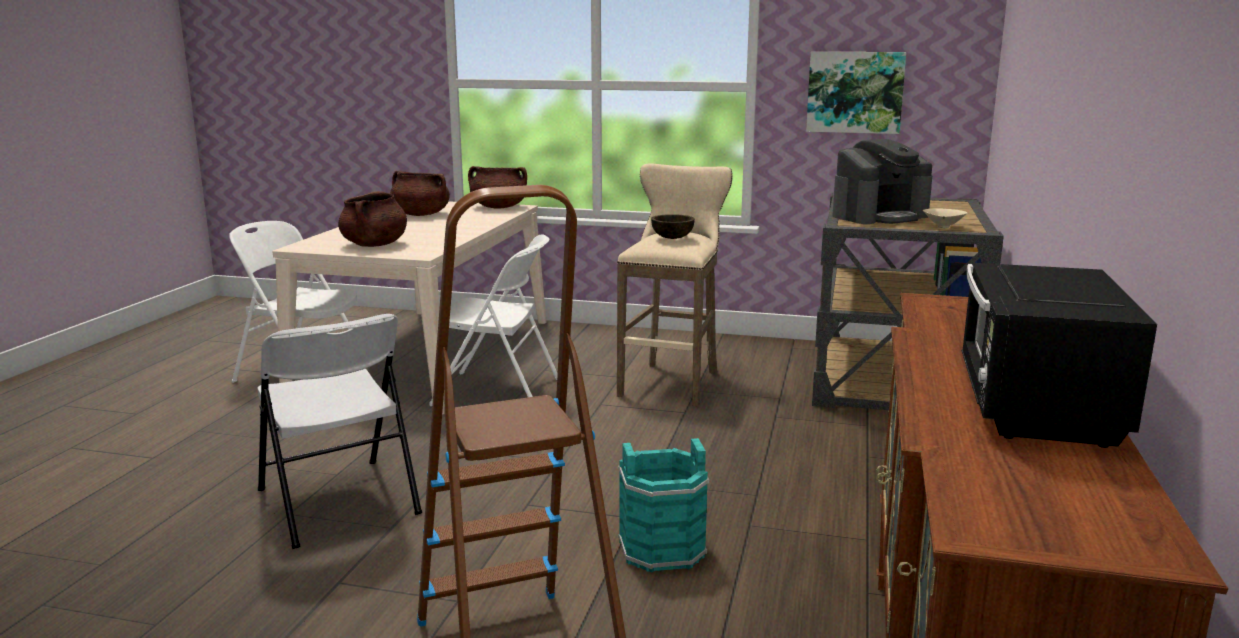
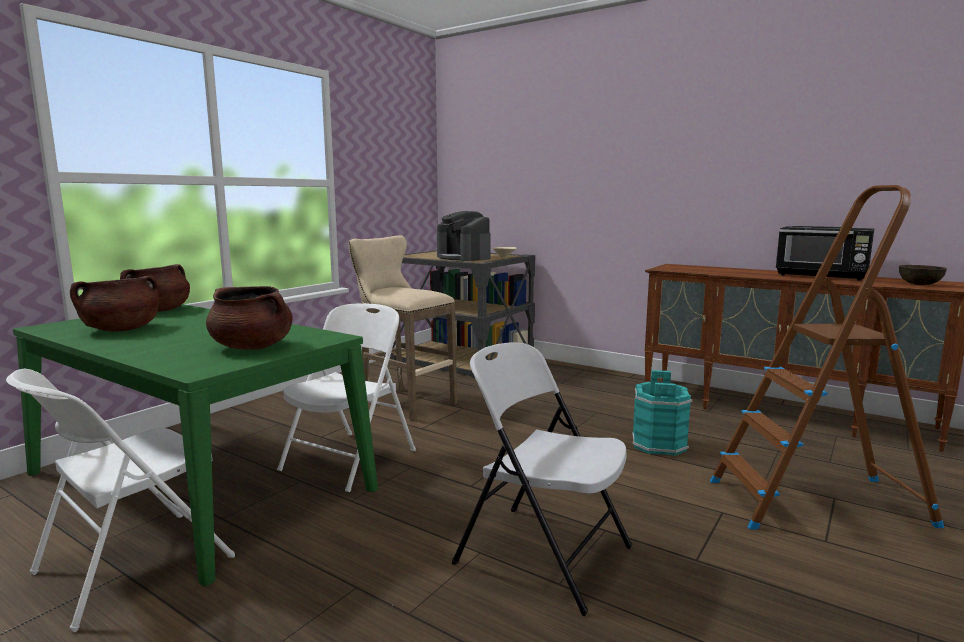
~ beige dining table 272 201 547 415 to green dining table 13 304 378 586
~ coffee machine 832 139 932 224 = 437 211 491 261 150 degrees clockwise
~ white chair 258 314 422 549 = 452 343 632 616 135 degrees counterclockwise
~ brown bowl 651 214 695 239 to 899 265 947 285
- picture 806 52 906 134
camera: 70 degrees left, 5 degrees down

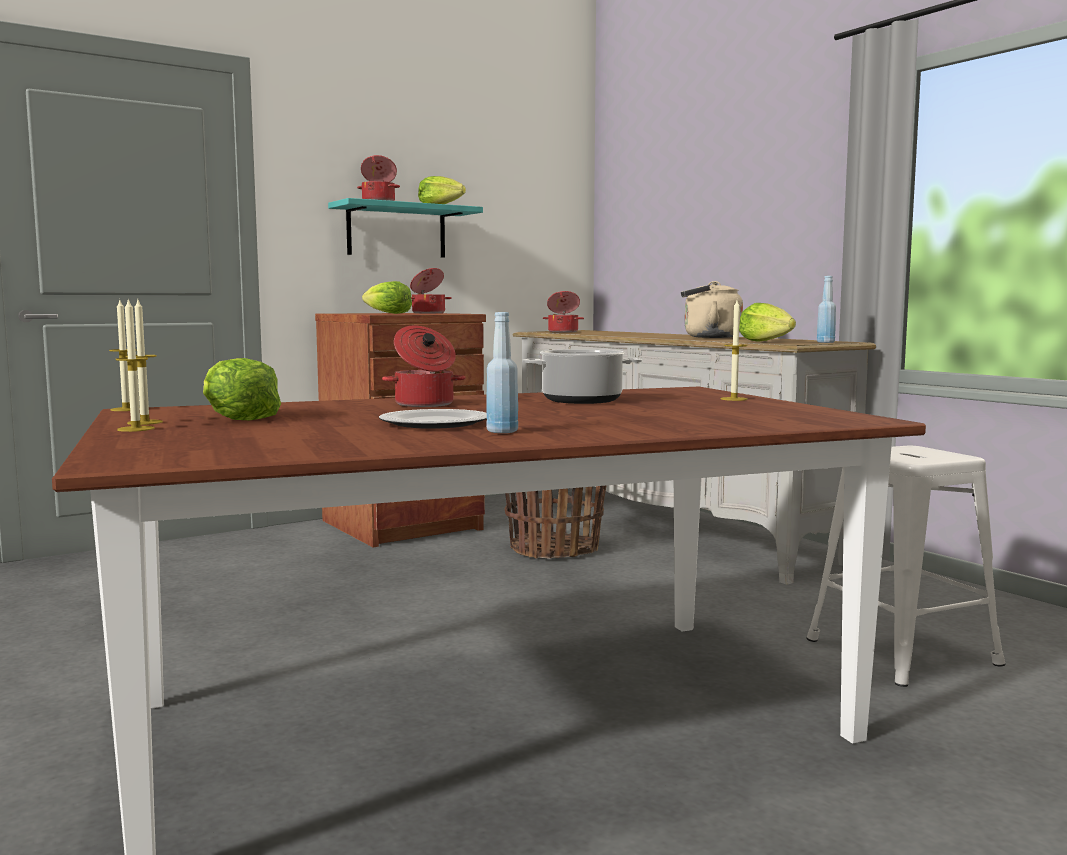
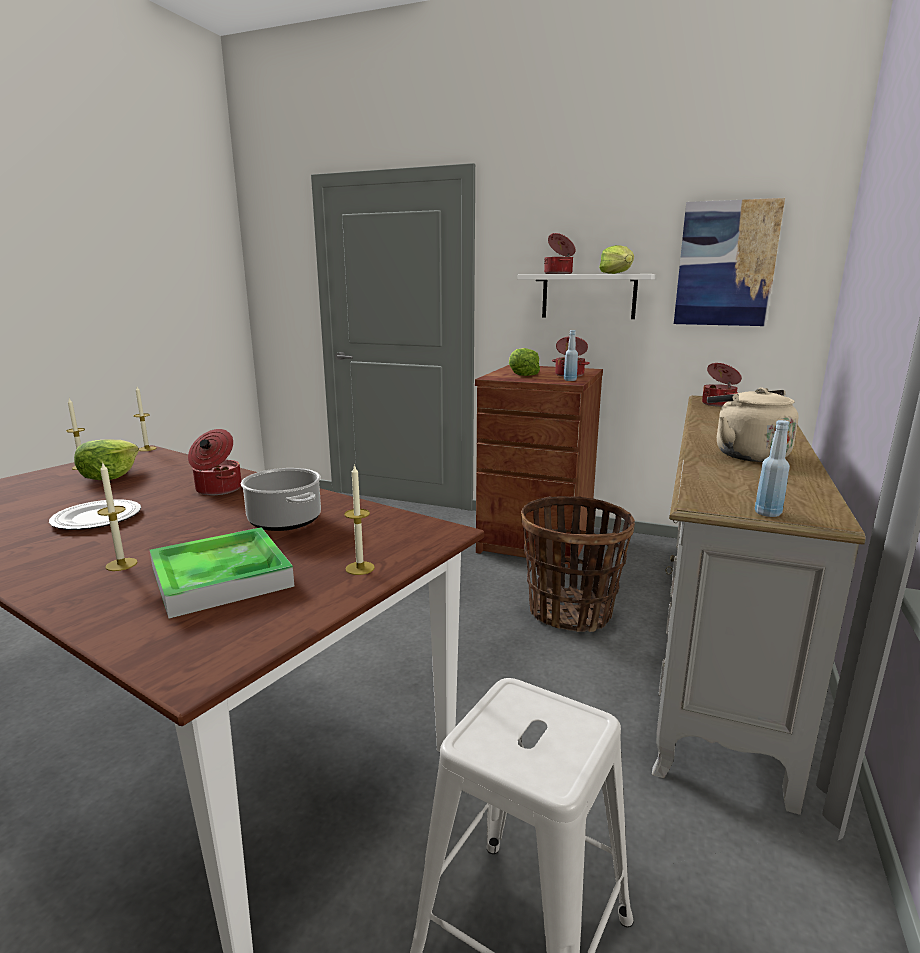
~ candle 116 298 155 432 to 97 462 138 571
+ tray 150 527 295 618
~ turquoise shelf 328 198 483 258 to white shelf 518 274 656 319
~ blue bottle 486 312 518 433 to 564 330 578 381
+ picture 674 198 785 326
- lettuce 739 303 796 342
camera: 55 degrees right, 10 degrees up

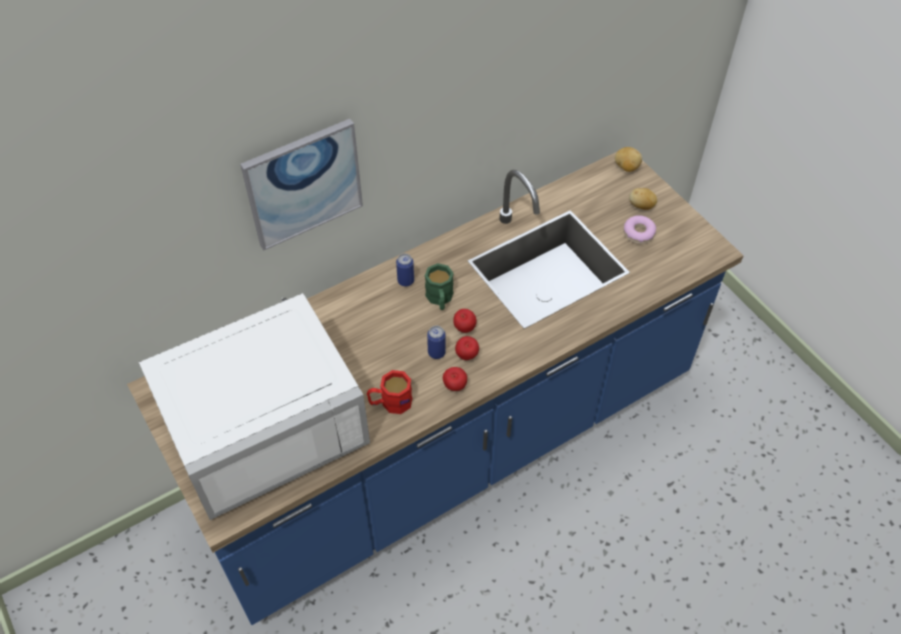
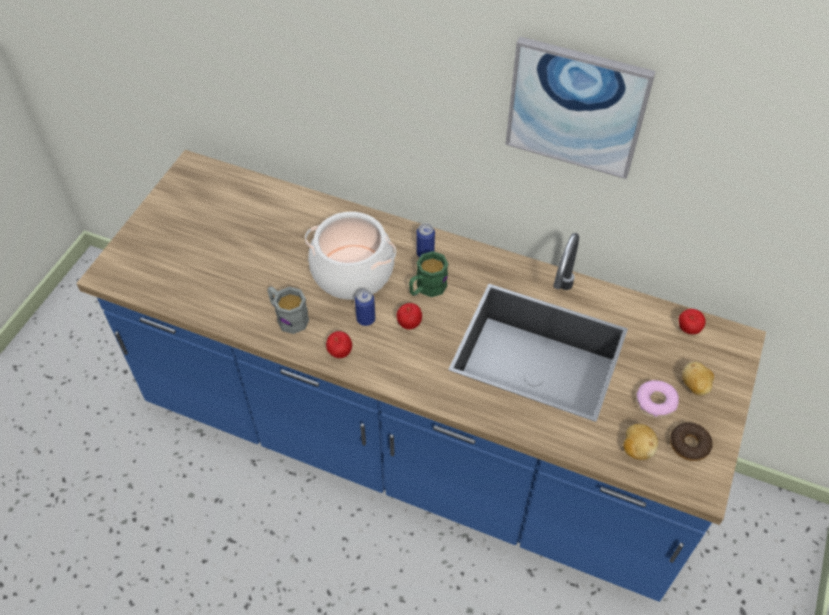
~ red mug 367 370 412 414 to grey mug 268 286 309 334
+ cooking pot 305 212 396 299
~ picture 240 119 363 250 to 505 37 656 179
~ potato 615 147 642 172 to 623 424 658 460
+ donut 670 422 713 461
~ apple 455 336 479 360 to 679 309 706 334
- white microwave 139 293 370 520
camera: 55 degrees right, 0 degrees up

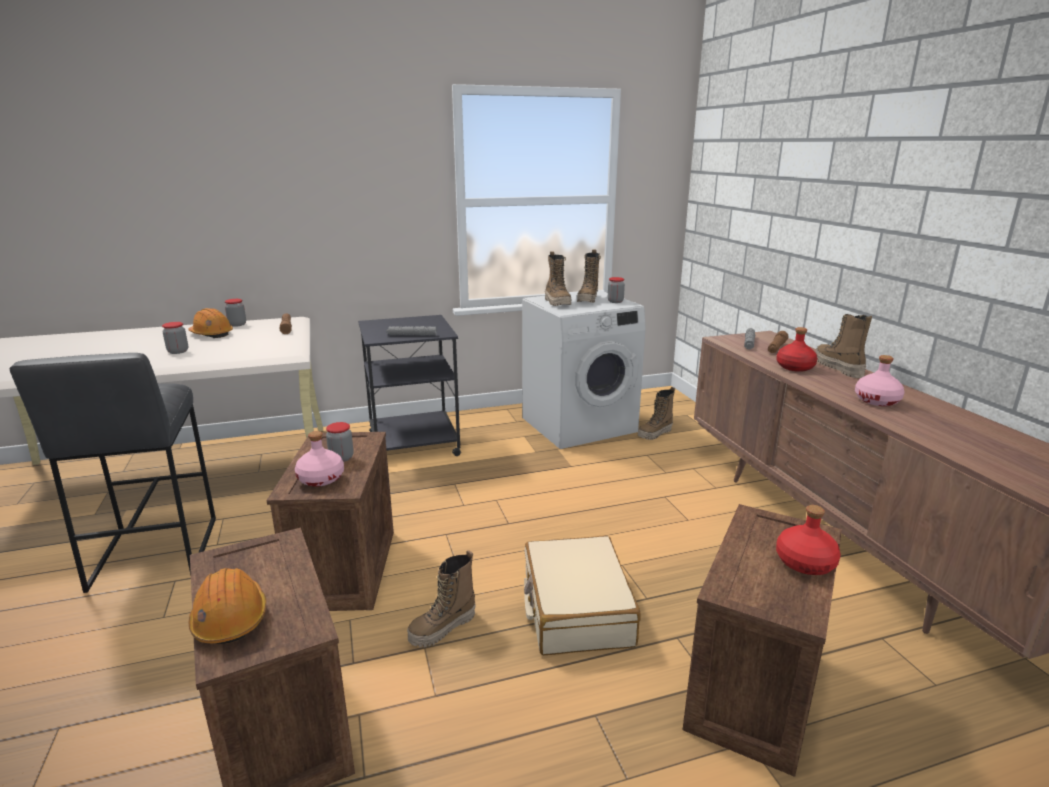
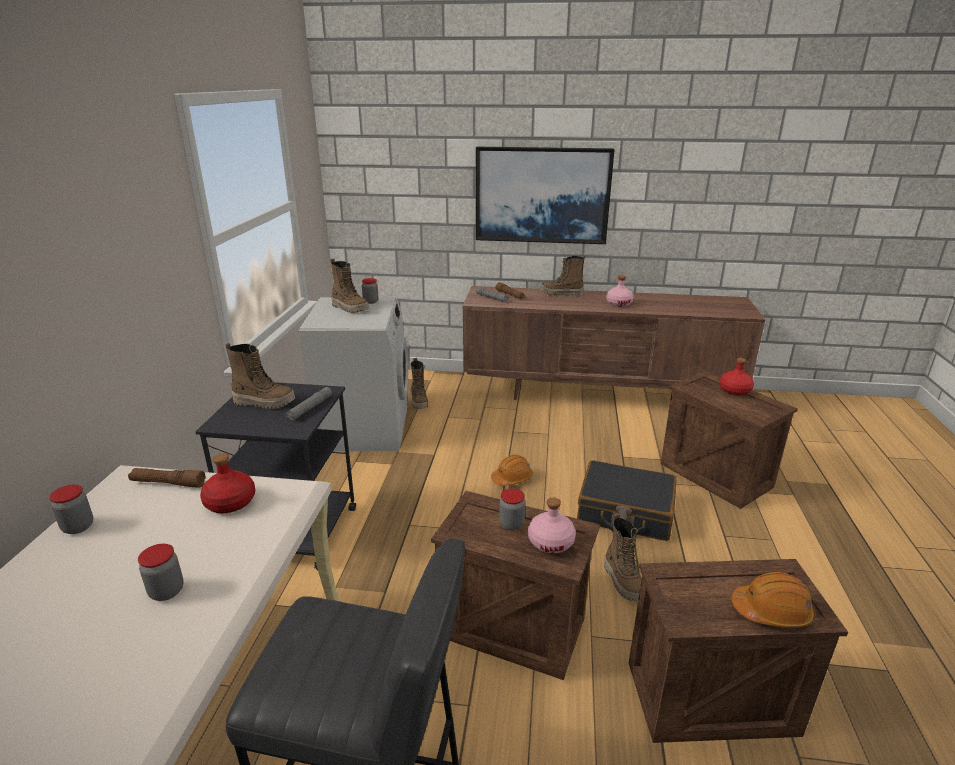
~ red bottle 776 327 817 372 to 200 453 255 513
~ boot 545 251 572 306 to 225 343 295 409
+ picture 476 147 615 244
~ orange hard hat 188 308 233 338 to 491 455 533 486
~ beige suitcase 524 536 641 655 to black suitcase 577 460 677 541
camera: 65 degrees left, 5 degrees up

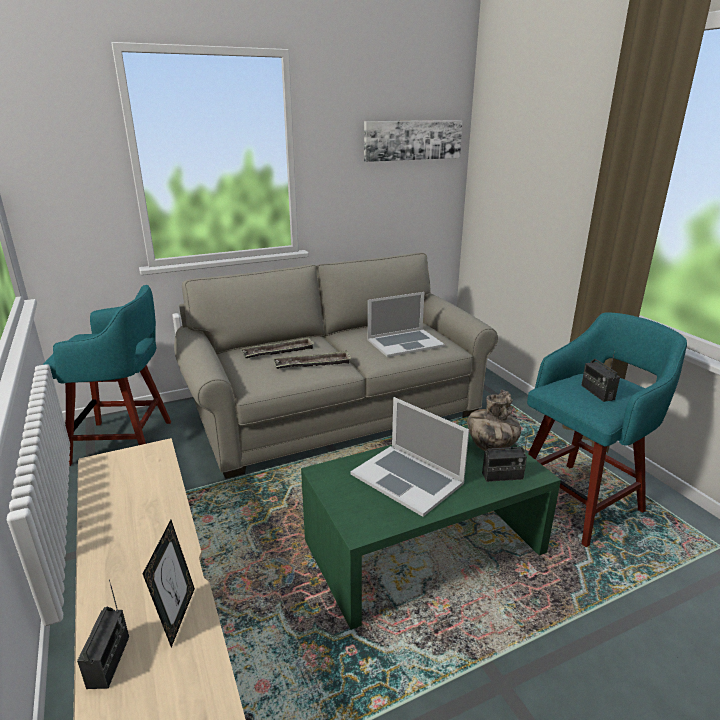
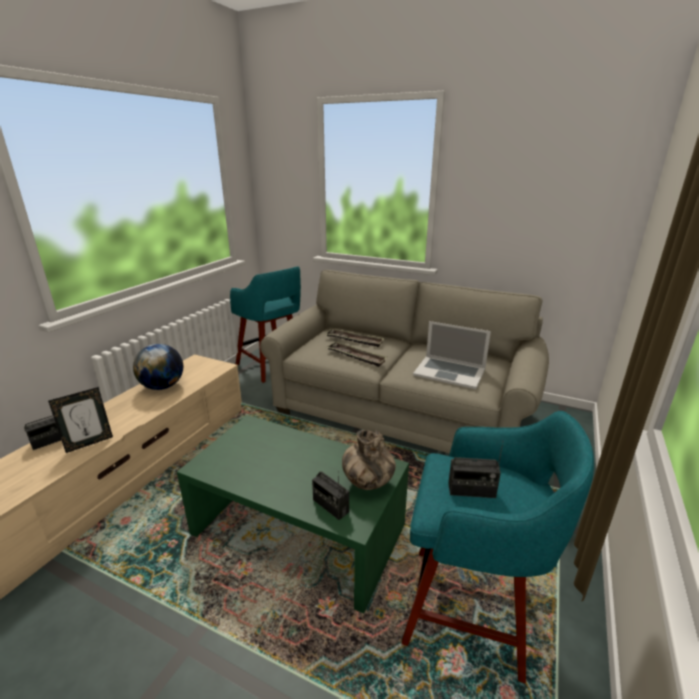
+ globe 133 344 183 390
~ radio 581 350 620 402 = 448 441 503 498 120 degrees counterclockwise
- laptop 351 397 469 517
- picture 364 120 463 162
camera: 50 degrees right, 0 degrees up

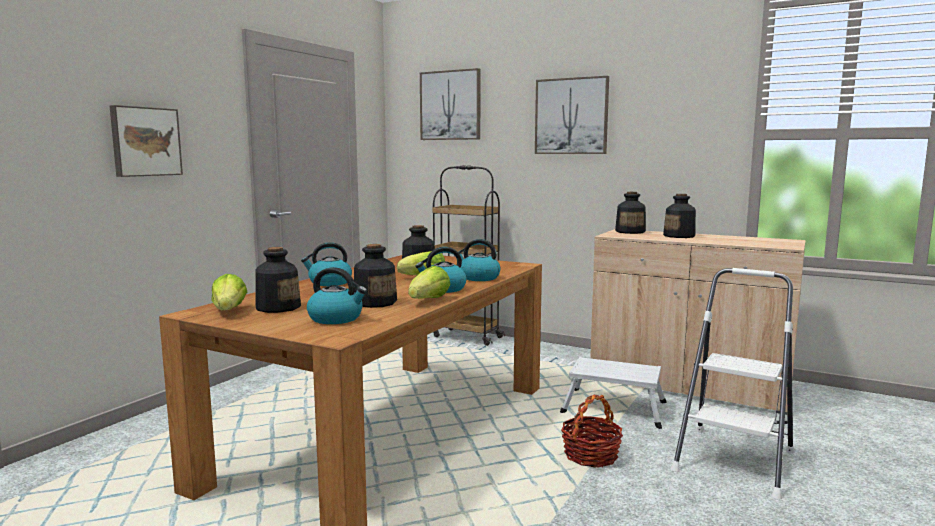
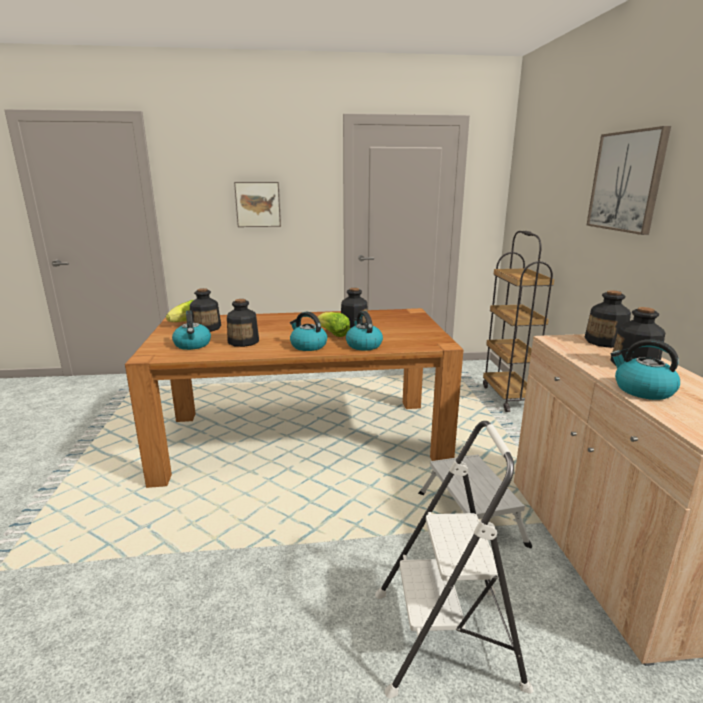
~ kettle 301 242 352 286 to 611 339 680 400
- lettuce 408 266 450 299
- picture 420 68 481 140
- basket 561 395 623 468
camera: 55 degrees right, 10 degrees up

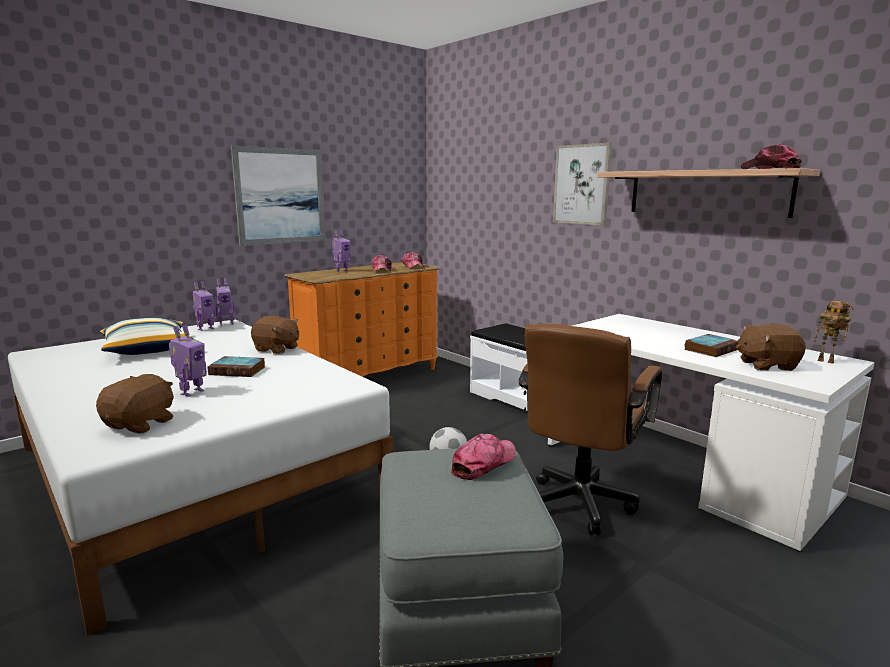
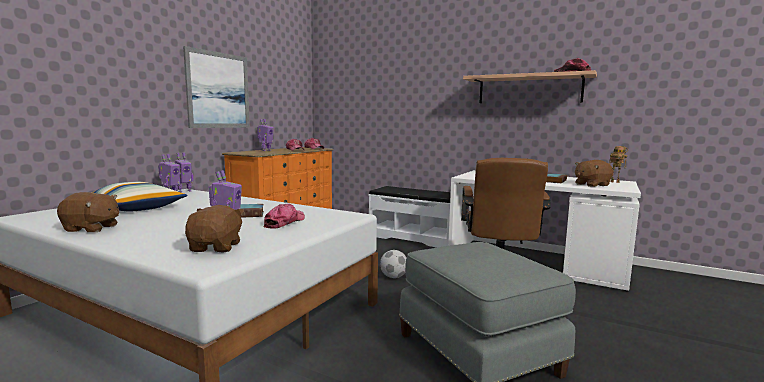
~ brown plush toy 251 316 299 354 to 57 192 119 232
~ cap 451 434 516 480 to 264 203 305 228
- picture 553 143 612 225
camera: 20 degrees left, 5 degrees down

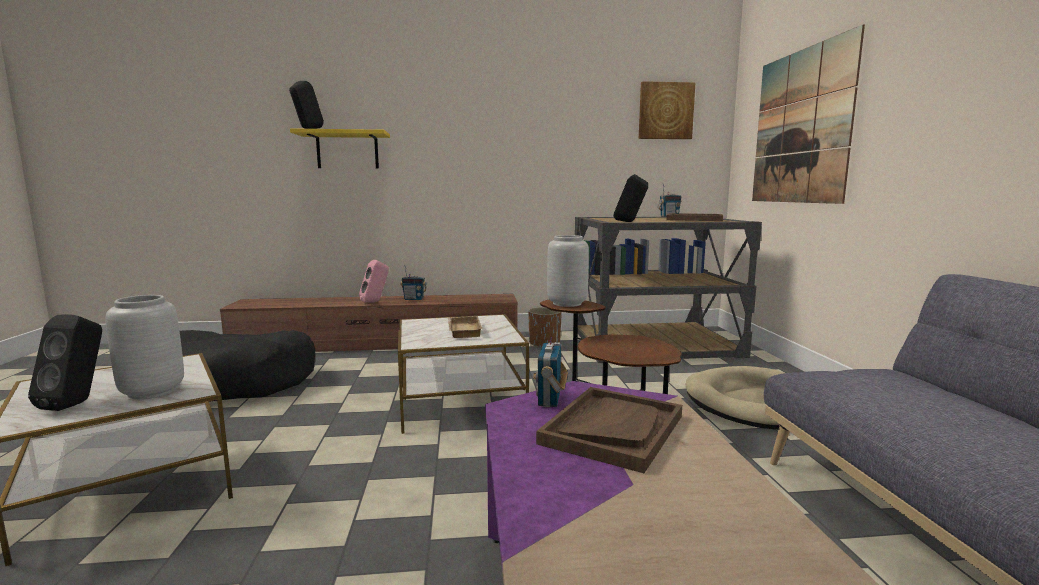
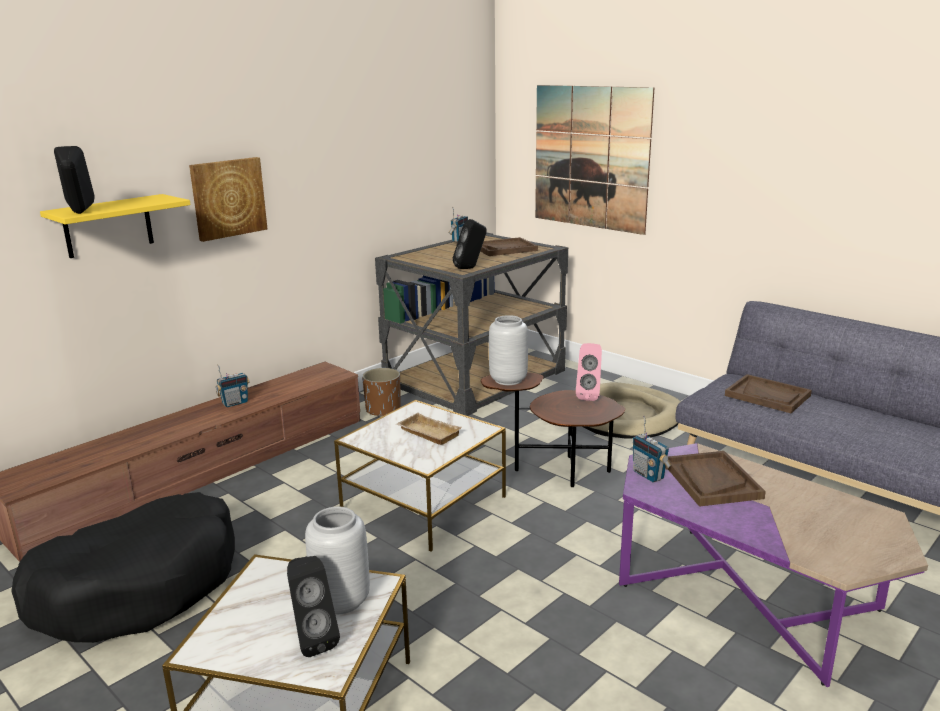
~ picture 639 81 695 139 to 189 157 267 242
~ pink speaker 359 260 389 303 to 576 343 602 401
+ brown tray 725 374 812 413
camera: 40 degrees left, 10 degrees up

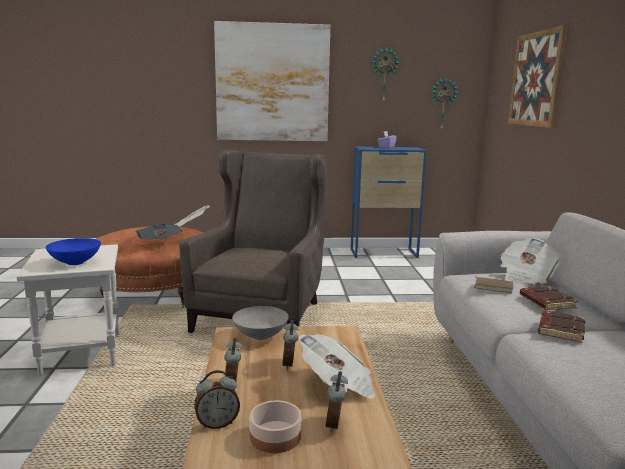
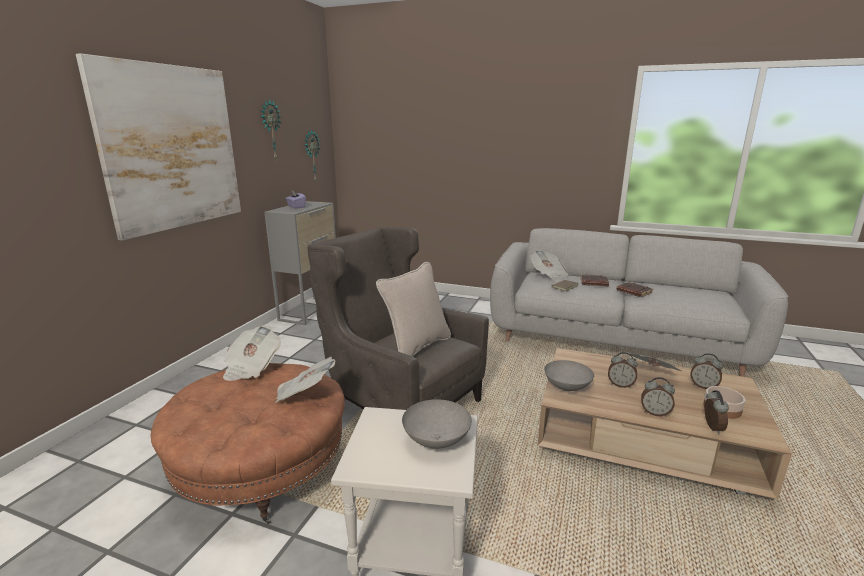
~ blue cabinet 351 146 427 258 to grey cabinet 264 201 336 325
+ beige pillow 376 262 451 356
~ blue bowl 46 238 101 265 to grey bowl 402 399 472 449
- picture 508 25 568 128
camera: 65 degrees left, 5 degrees up

